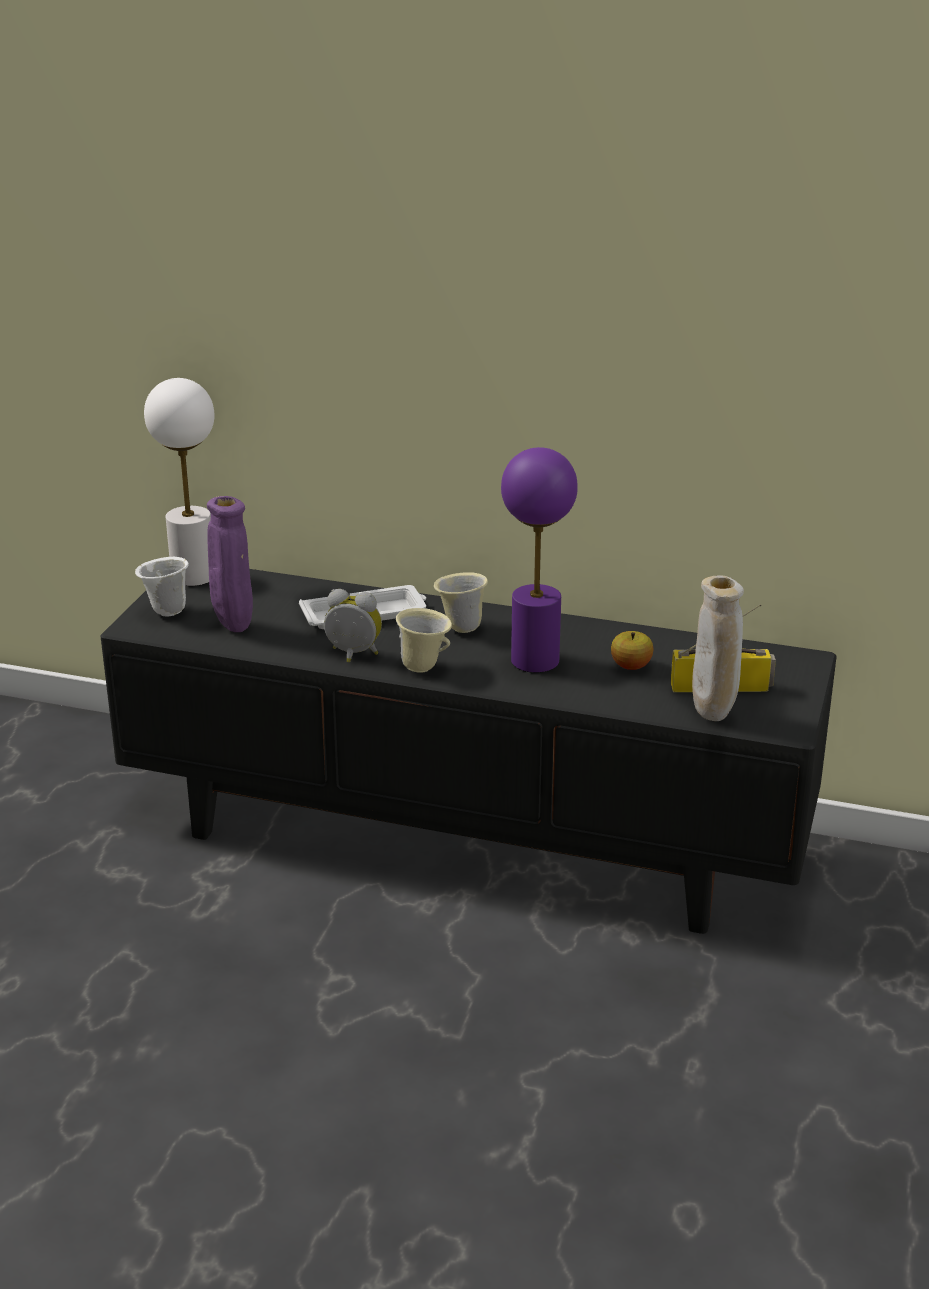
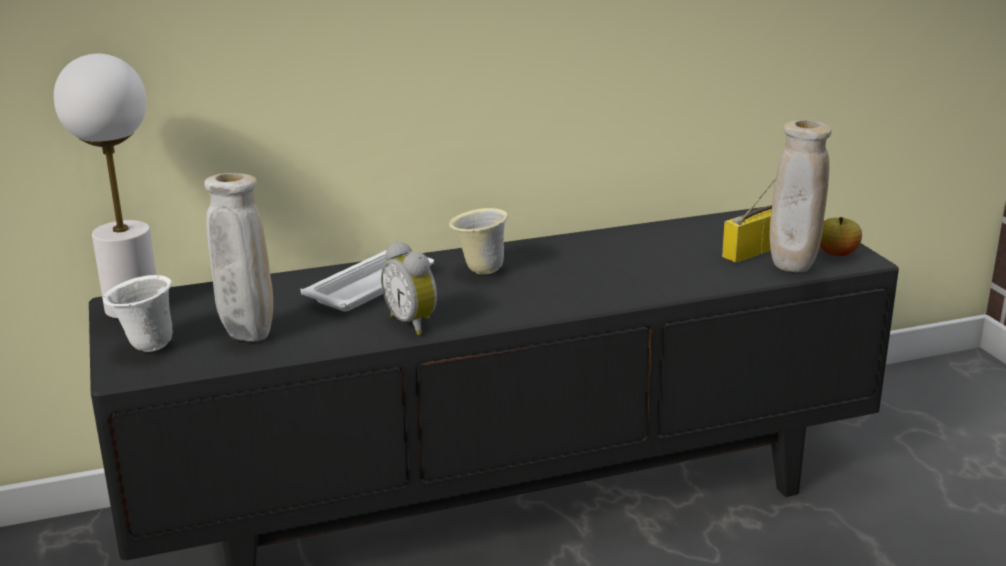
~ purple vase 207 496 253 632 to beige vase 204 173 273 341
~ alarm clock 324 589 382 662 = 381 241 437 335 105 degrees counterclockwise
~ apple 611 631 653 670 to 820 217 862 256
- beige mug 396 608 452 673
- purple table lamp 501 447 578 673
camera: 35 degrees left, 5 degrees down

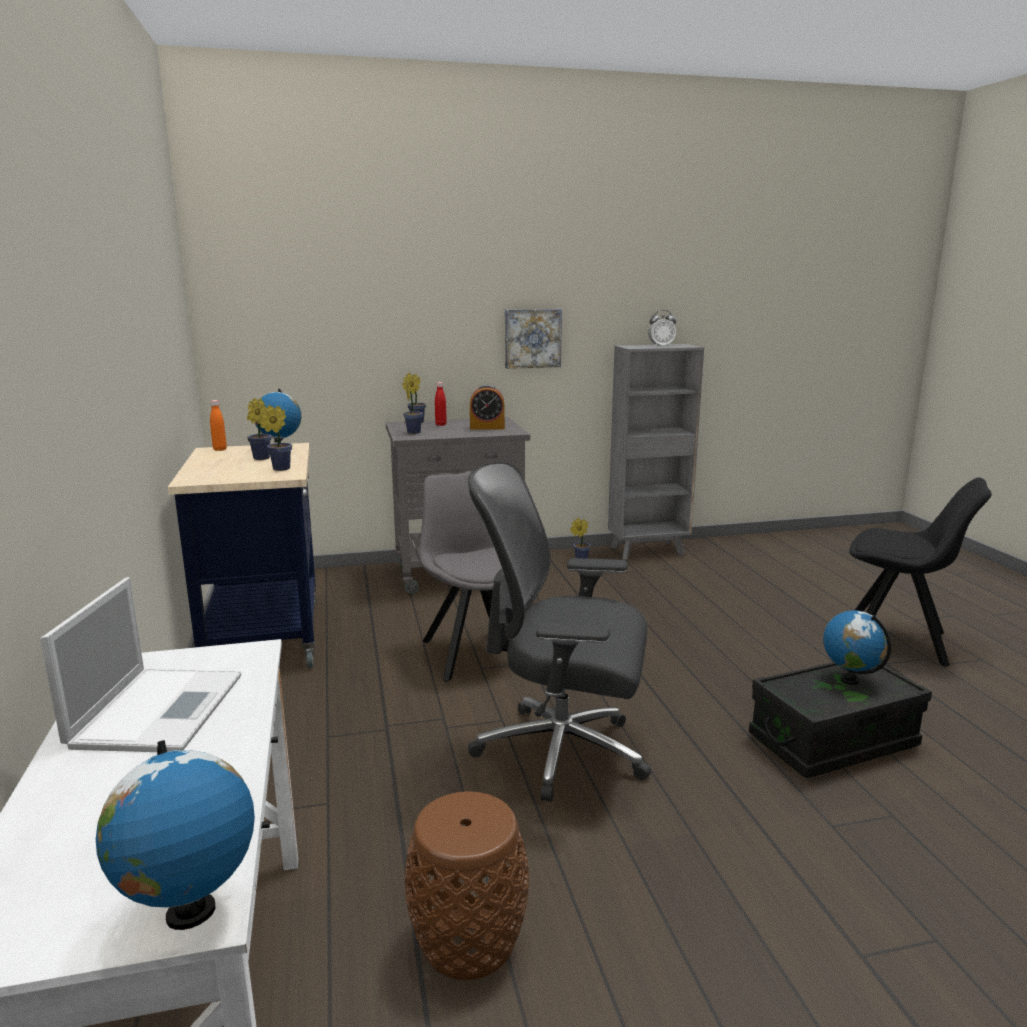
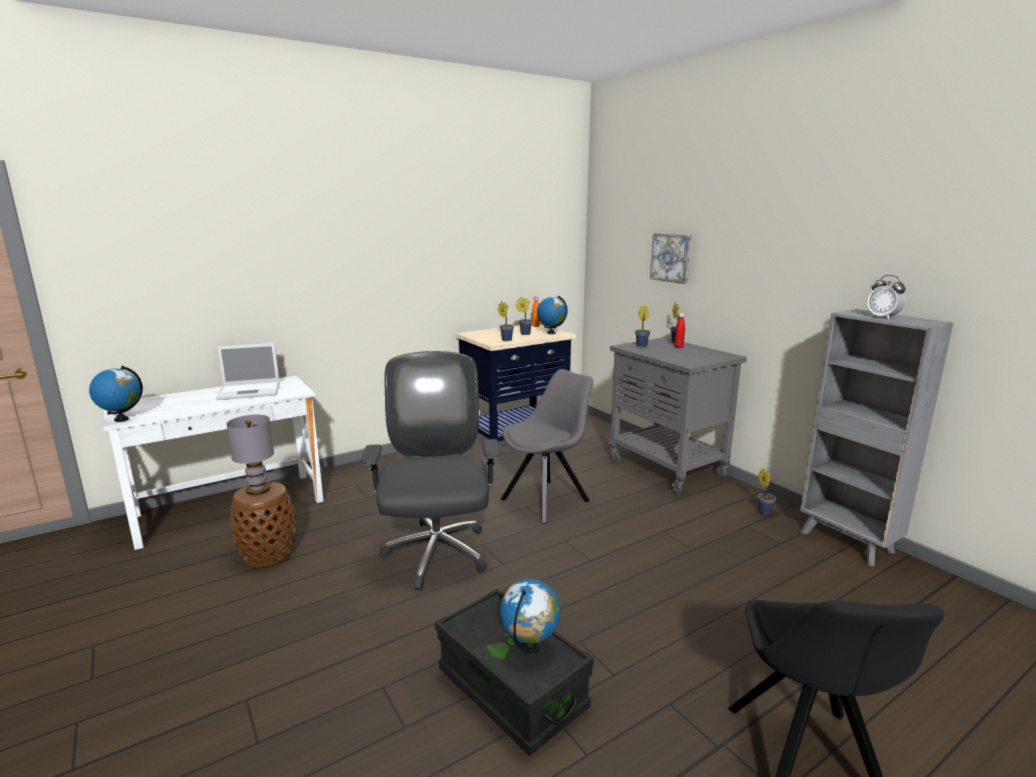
+ grey table lamp 227 415 274 495
~ picture 505 309 562 369 to 650 233 692 284
- alarm clock 470 385 505 430
camera: 70 degrees right, 0 degrees up

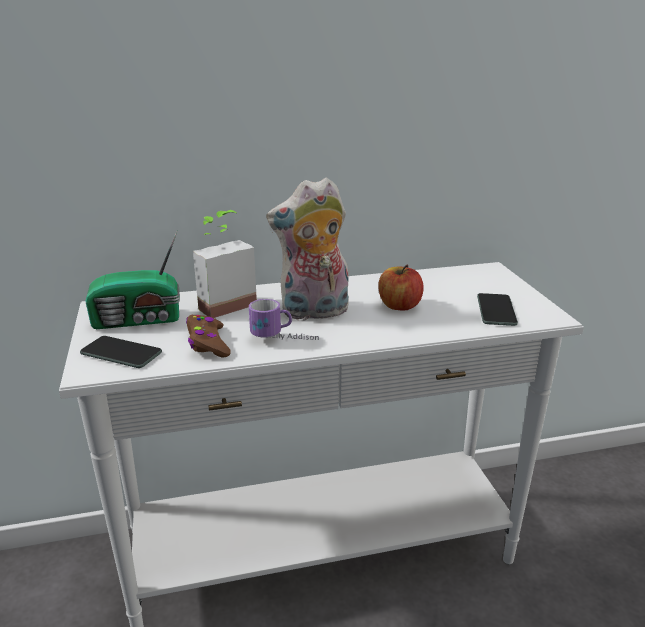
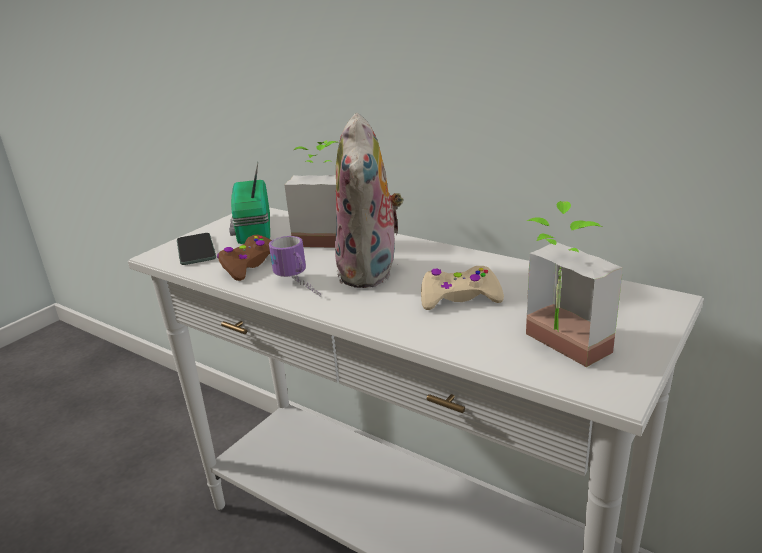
~ radio 85 230 180 329 = 229 162 270 244 45 degrees clockwise
~ plush toy 266 177 349 321 = 335 113 404 288 120 degrees counterclockwise
~ apple 379 265 424 310 to beige game controller 421 266 504 310
~ phone 477 293 518 326 to potted plant 526 201 623 367
camera: 50 degrees right, 0 degrees up

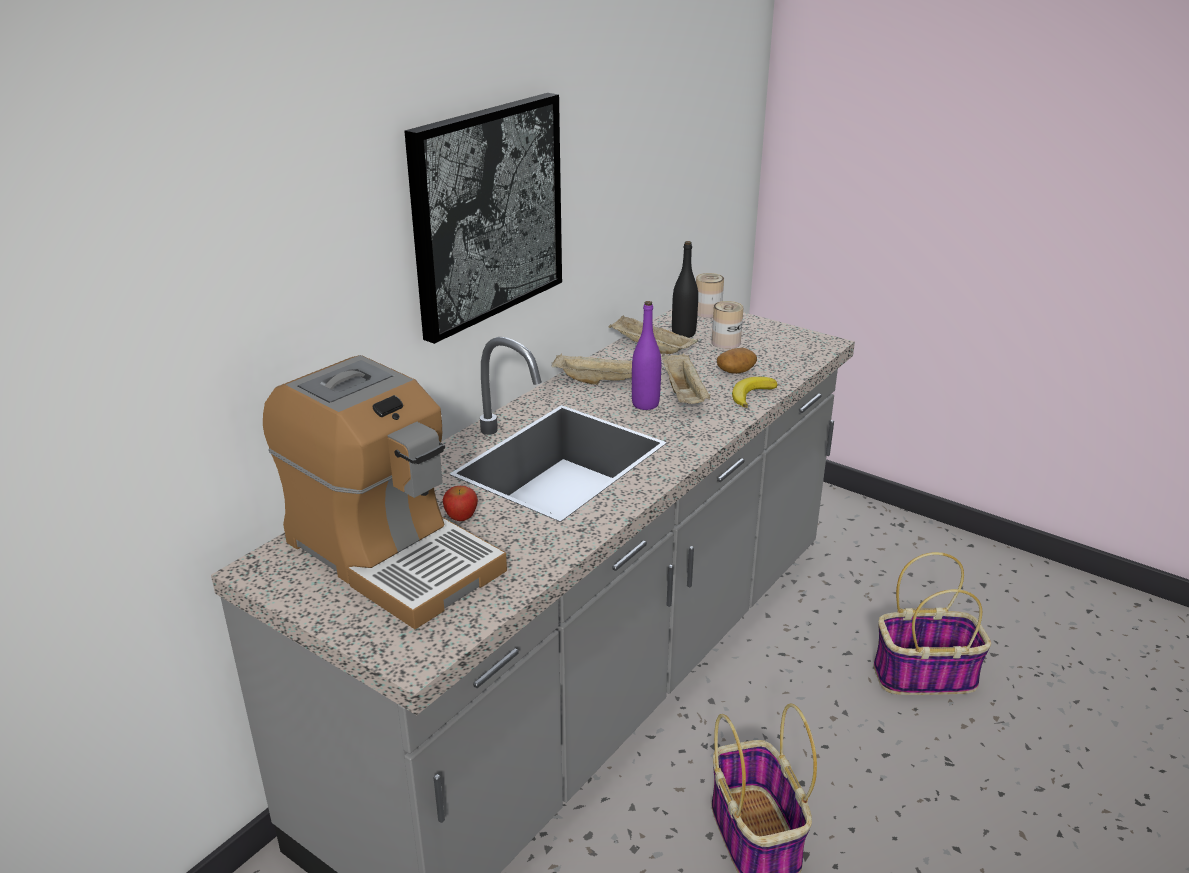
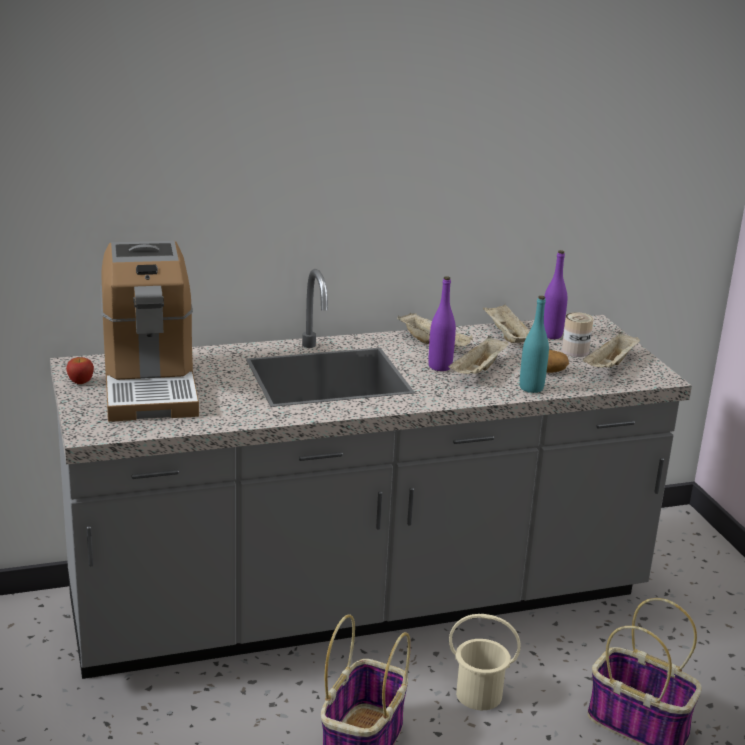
~ apple 443 486 478 521 to 66 357 94 384
+ beige bucket 449 614 521 710
~ banana 732 377 778 408 to turquoise bottle 520 296 549 393
~ black bottle 672 241 698 338 to purple bottle 544 250 567 339
+ beige tray 583 332 640 368
- picture 404 93 562 344
- can 696 273 724 318
camera: 35 degrees right, 5 degrees down

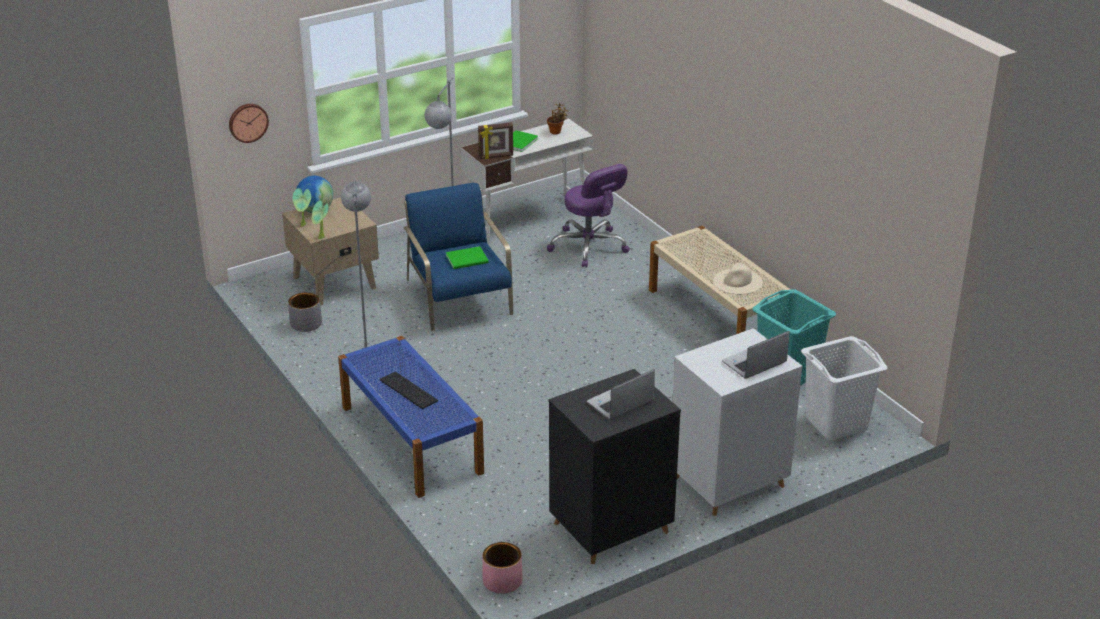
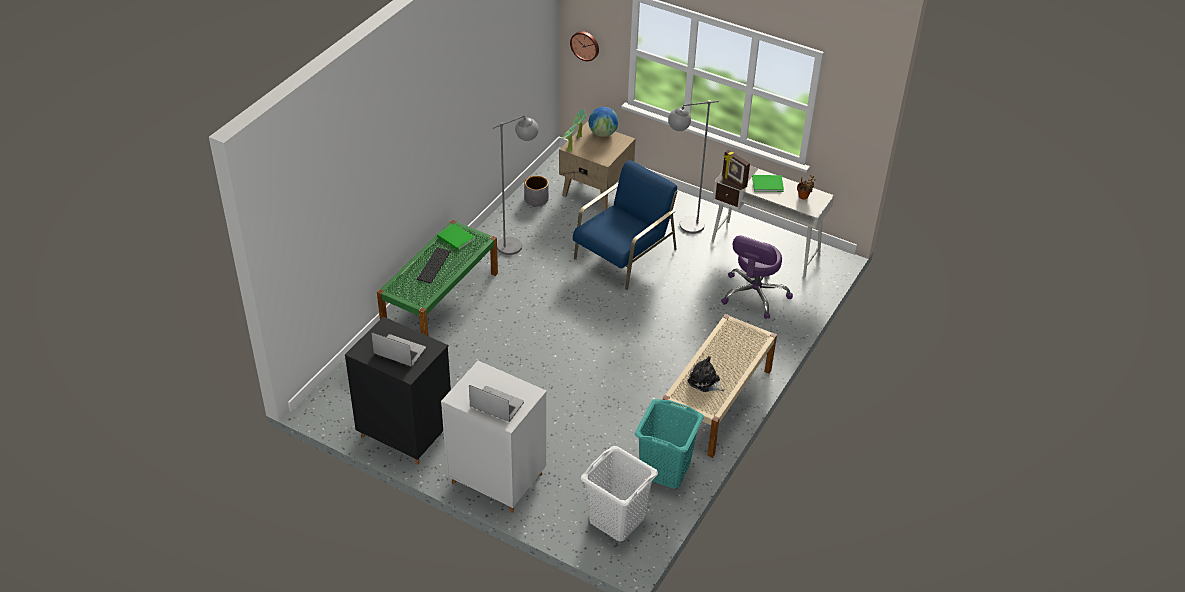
~ blue bench 338 336 484 498 to green bench 377 220 498 336
~ green book 446 246 489 269 to 437 224 475 250
~ beige hat 713 263 763 294 to plush toy 688 356 725 392
- pink planter 482 542 522 594
camera: 60 degrees right, 10 degrees up

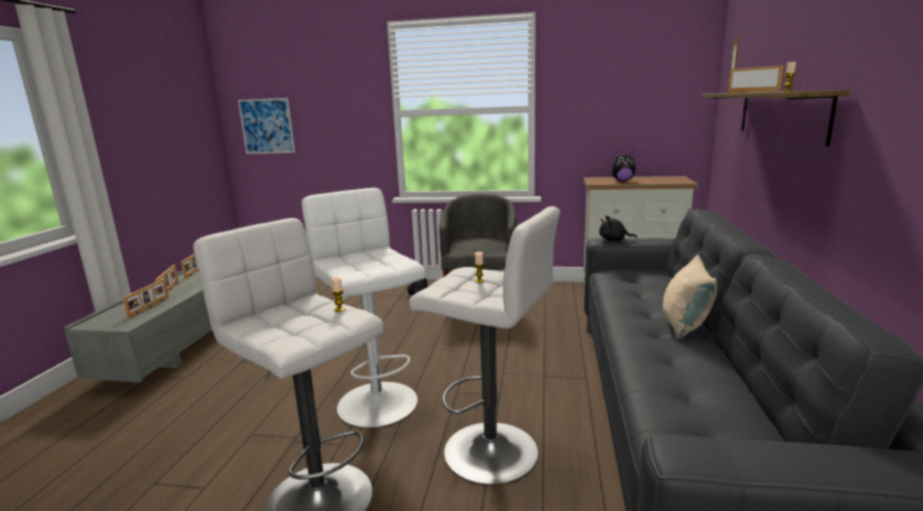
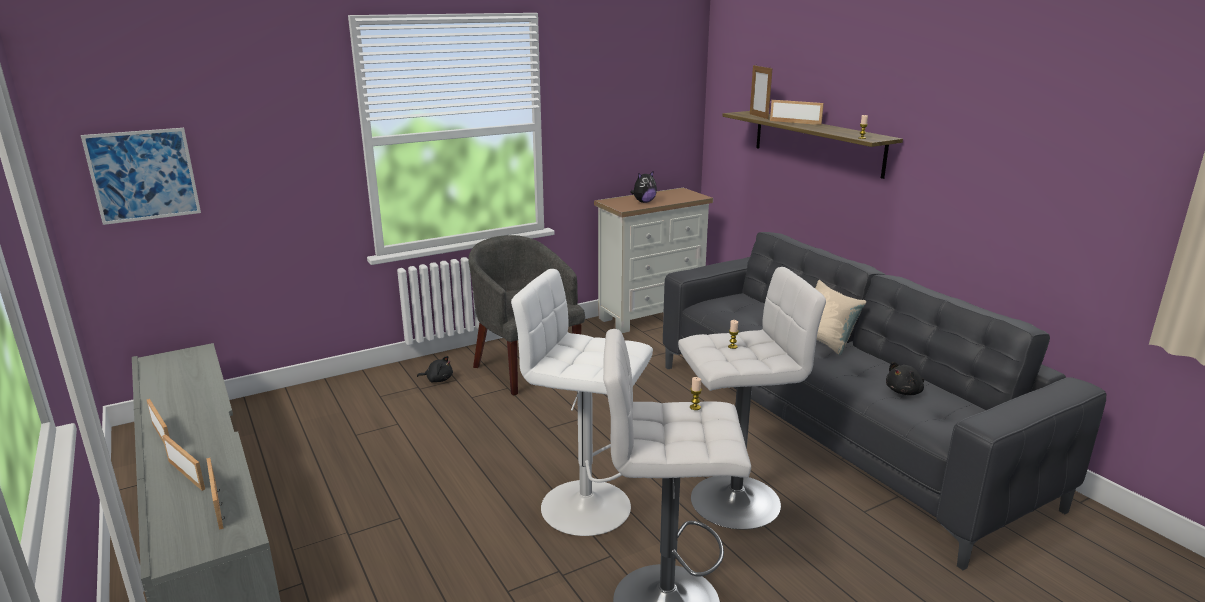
~ black plush toy 599 216 637 241 to 886 362 924 395
camera: 40 degrees left, 5 degrees up

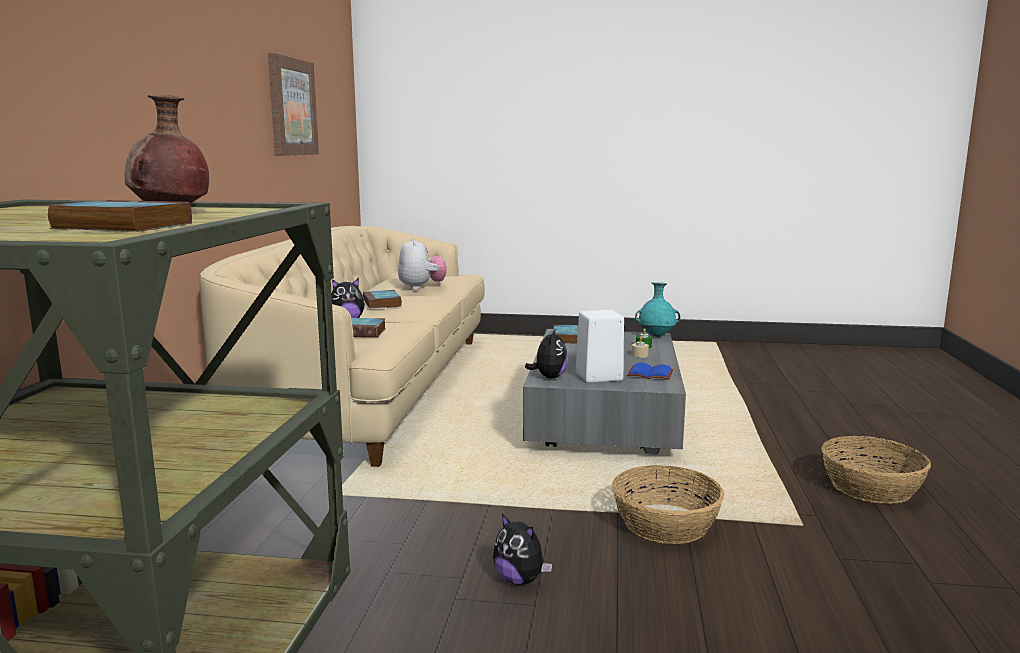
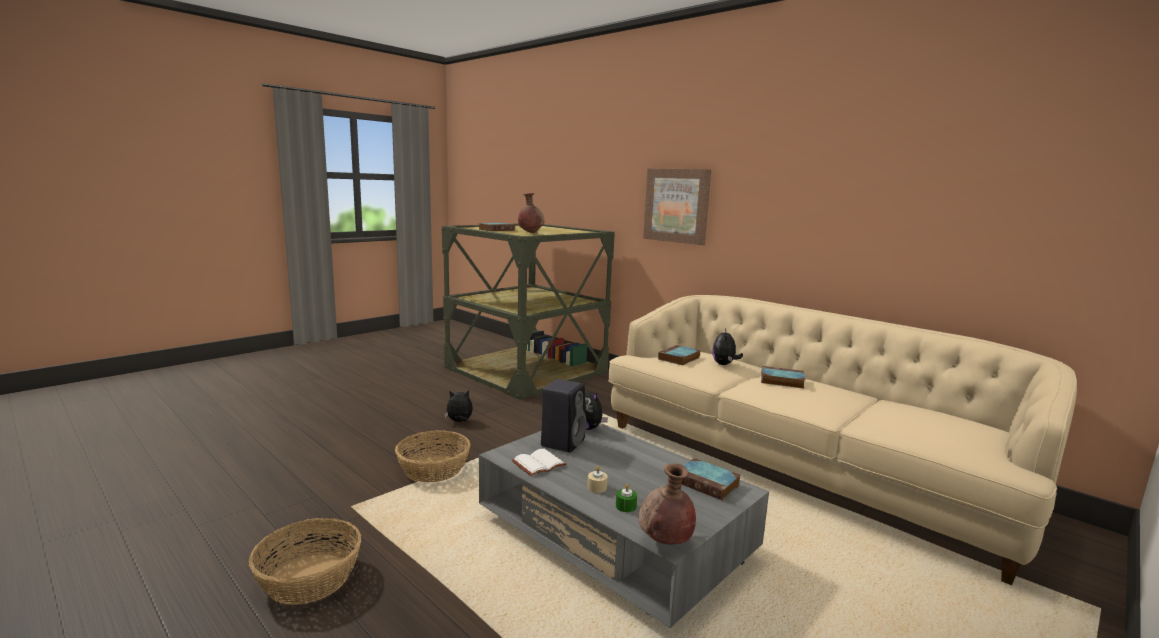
~ blue book 627 363 673 380 to white book 512 449 567 476
~ white speaker 576 310 624 383 to black speaker 541 379 586 453
~ turquoise vase 635 282 681 337 to brown vase 638 463 696 544
~ picture 268 53 319 156 to 643 168 711 245
- plush toy 398 238 447 290
camera: 125 degrees right, 0 degrees up

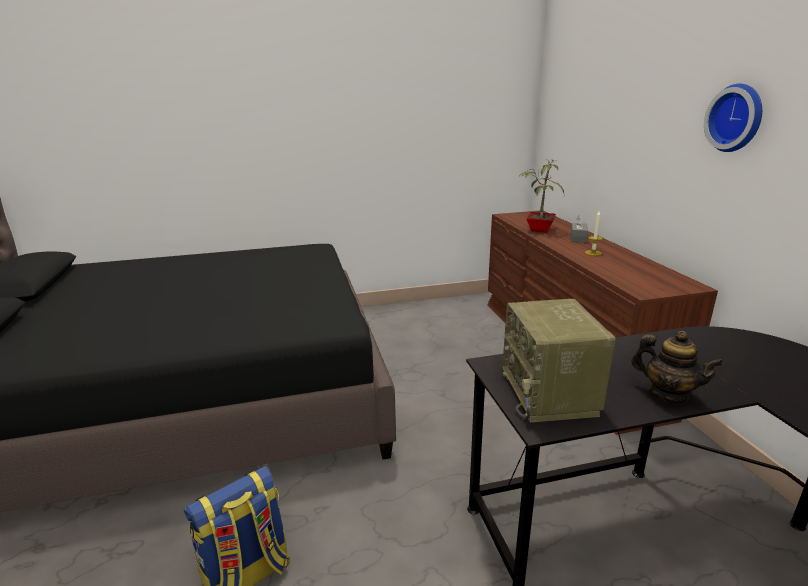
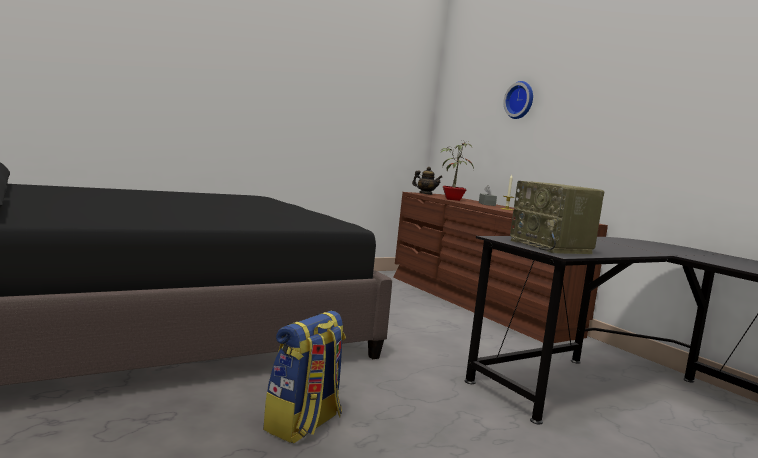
~ teapot 631 331 724 403 to 412 167 442 195
~ wall clock 704 84 762 152 to 503 81 533 119
camera: 20 degrees left, 15 degrees down

